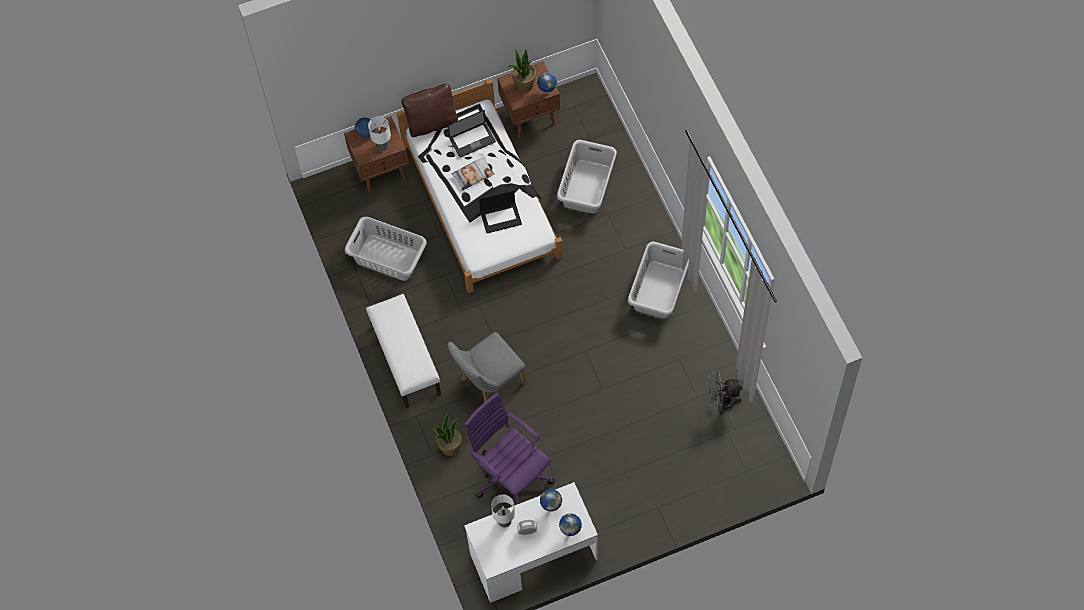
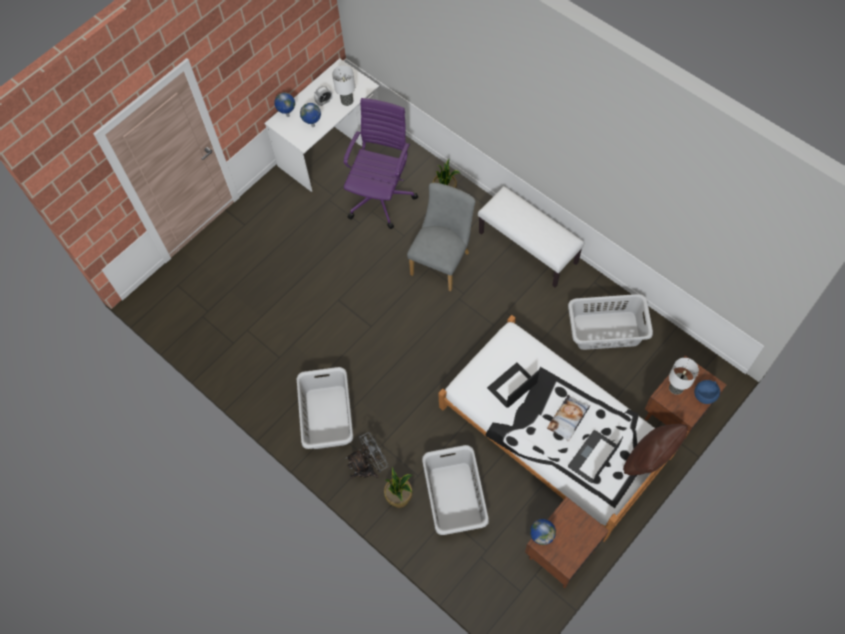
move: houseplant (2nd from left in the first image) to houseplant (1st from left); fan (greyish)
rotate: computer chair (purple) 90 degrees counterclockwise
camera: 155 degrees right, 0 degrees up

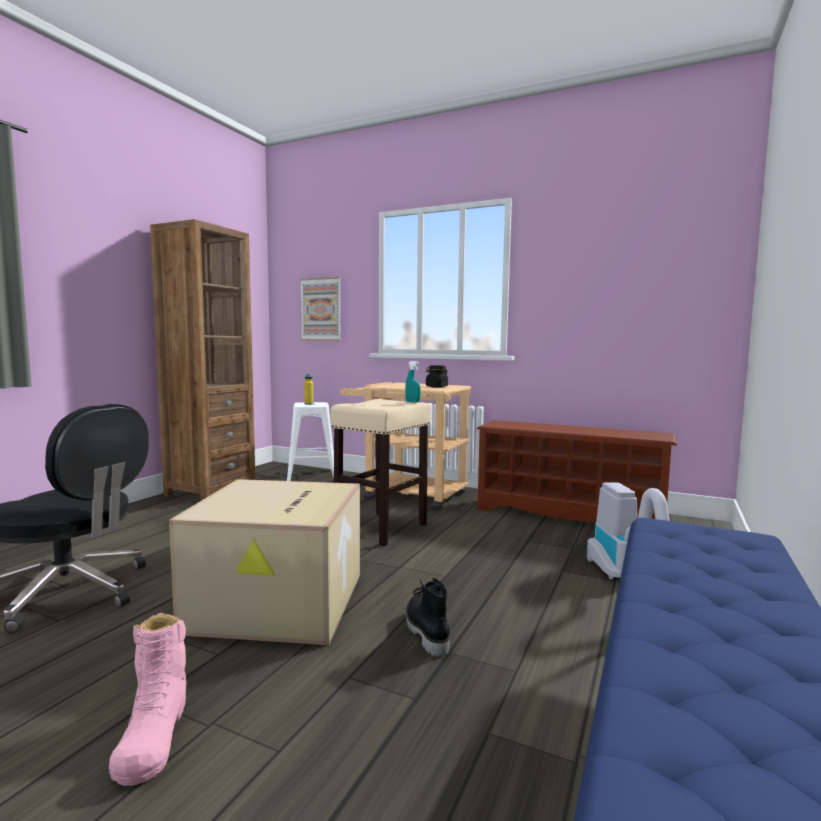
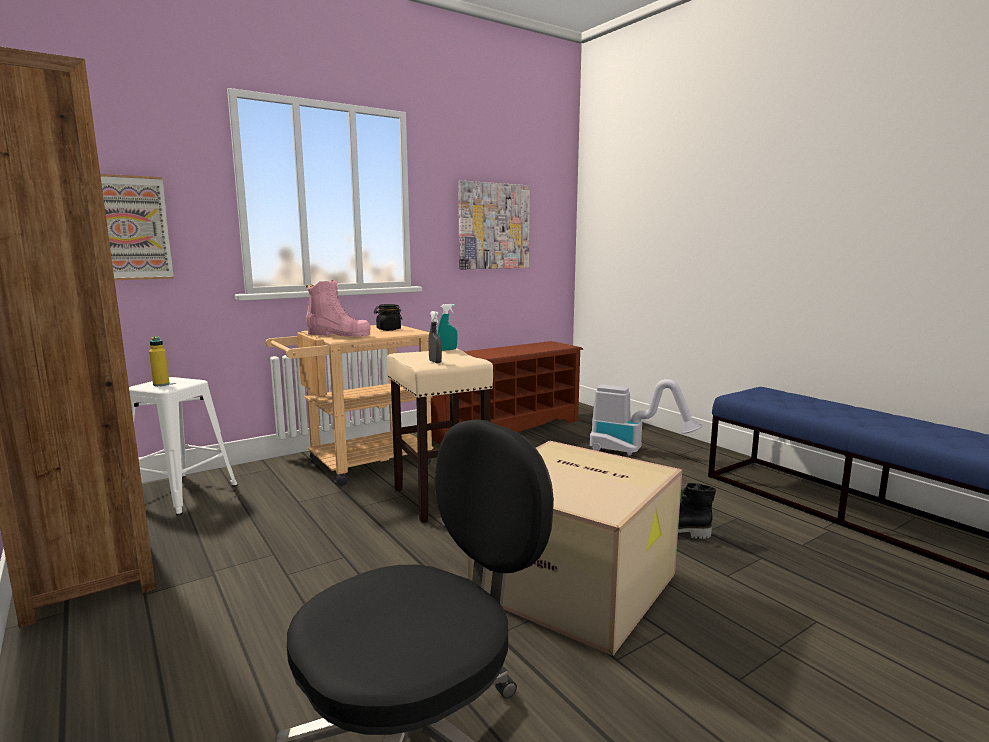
insert: picture (2nd from left); spray bottle (greyish)
move: high-top boot (pink)
camera: 60 degrees left, 5 degrees up

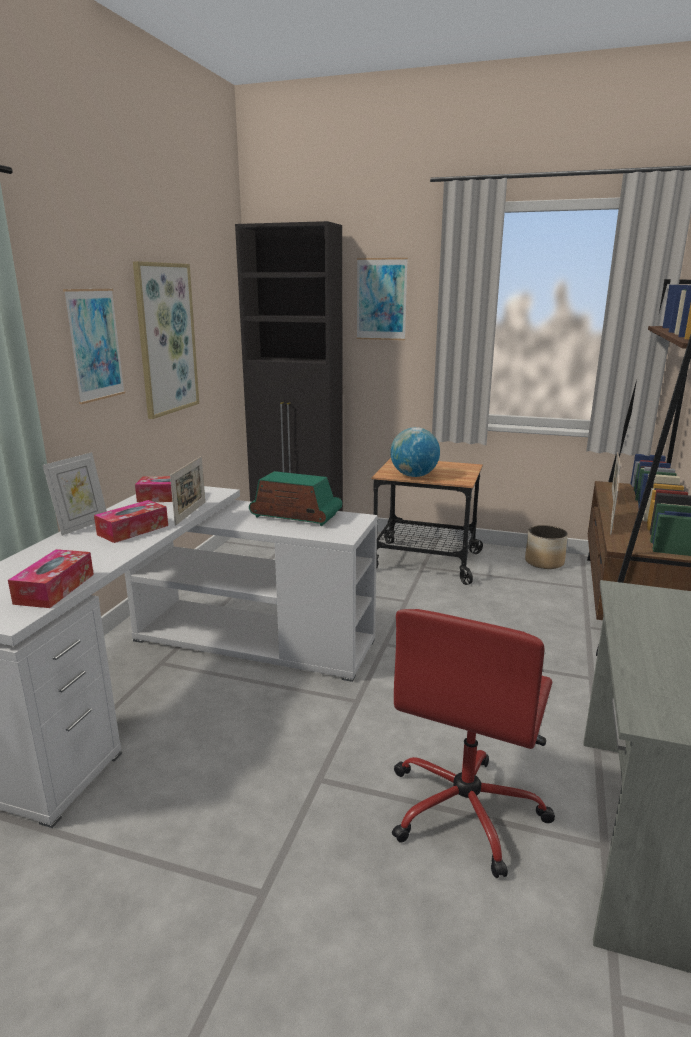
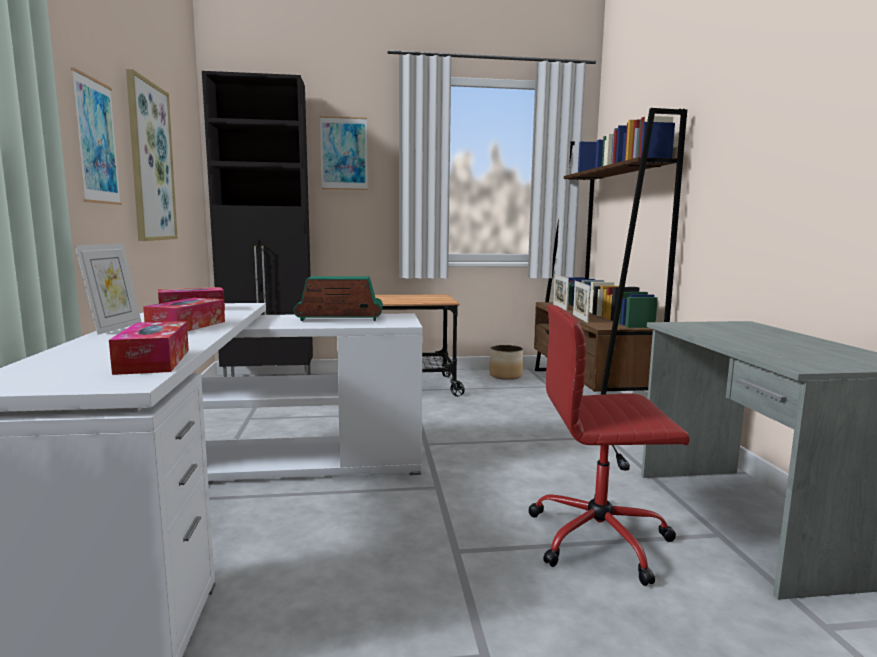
delete: world globe; picture frame (2nd from left)
rotate: computer chair (reddish) 90 degrees clockwise
camera: 25 degrees left, 10 degrees down

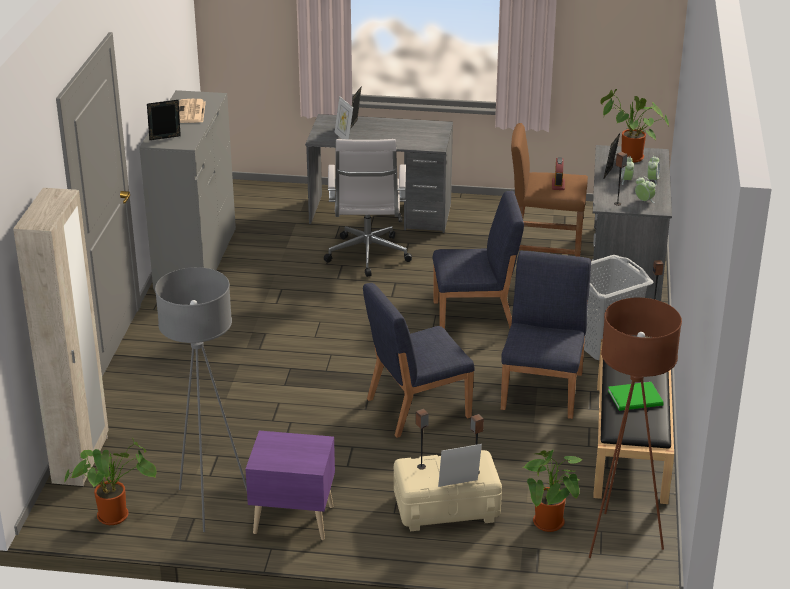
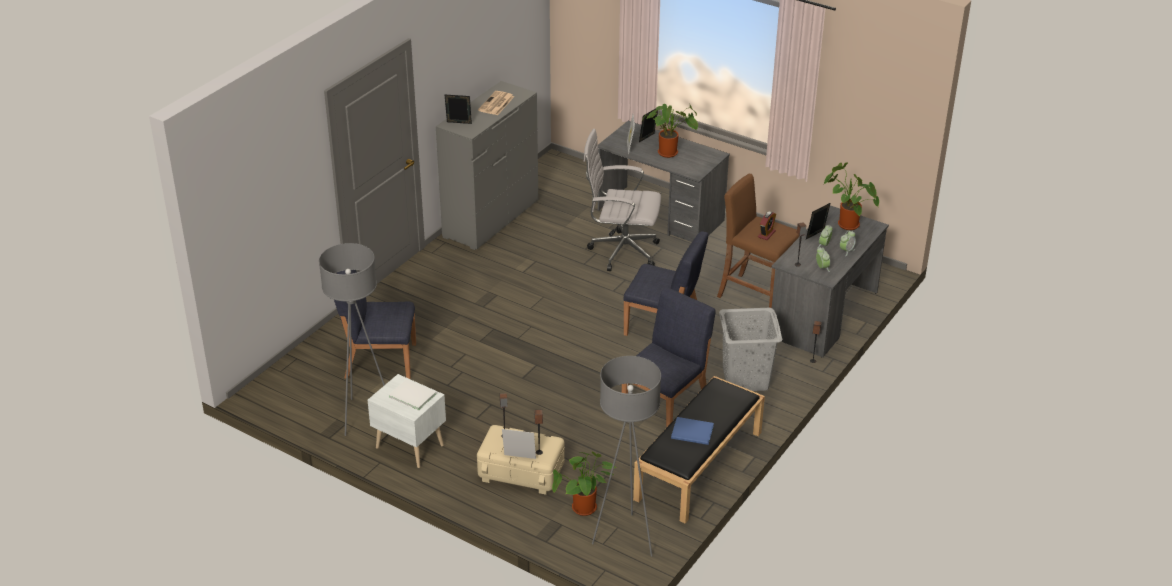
delete: clothes cupboard (beige)
insert: book (white)
move: upright chair (blue-coloured) (1st from left); houseplant (1st from left in the first image) to houseplant (2nd from left)
recolor: standard lamp (brown) to standard lamp (greyish) (2nd from left); book (green) to book (blue-coloured); night table (purple) to night table (white)
rotate: computer chair (white) 75 degrees clockwise
camera: 25 degrees right, 5 degrees up

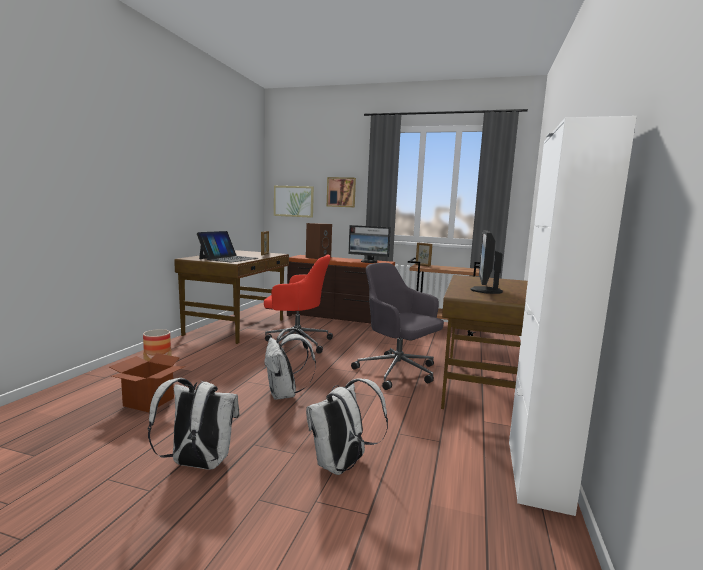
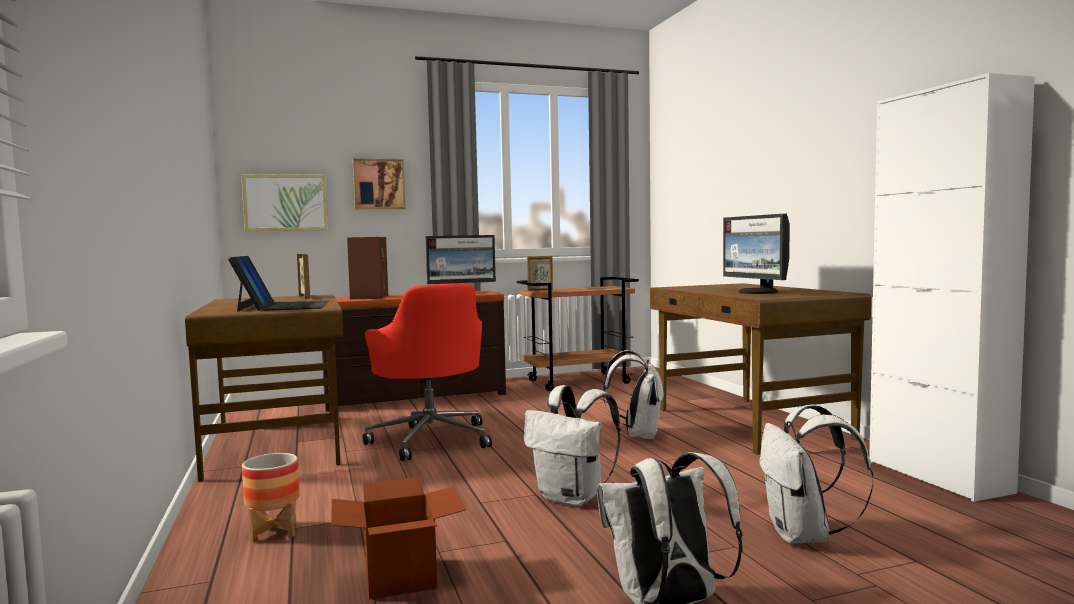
replace: computer chair (greyish) to rucksack (white) (2nd from left)
rotate: computer chair (reddish) 90 degrees clockwise
camera: 35 degrees left, 5 degrees down

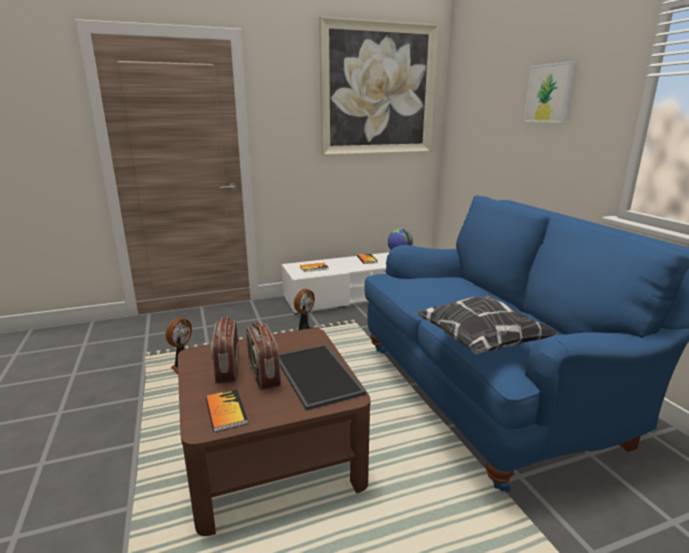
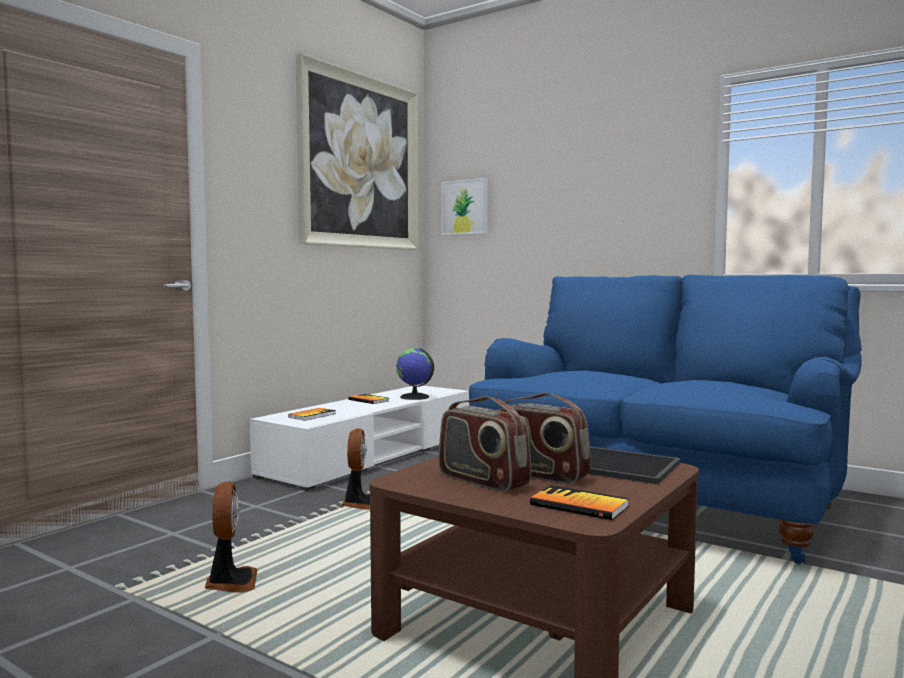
delete: throw pillow
move: picture (2nd from left)
camera: 35 degrees left, 15 degrees down

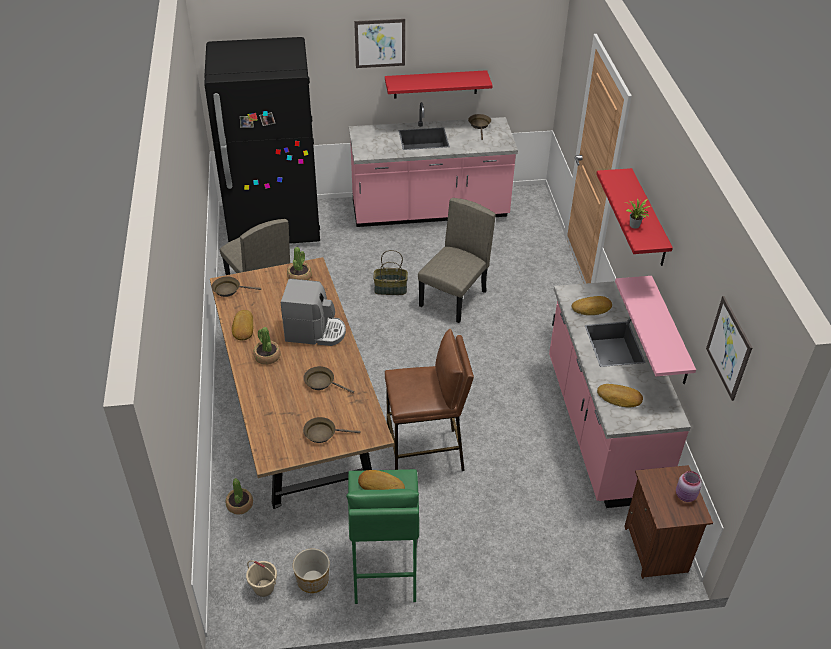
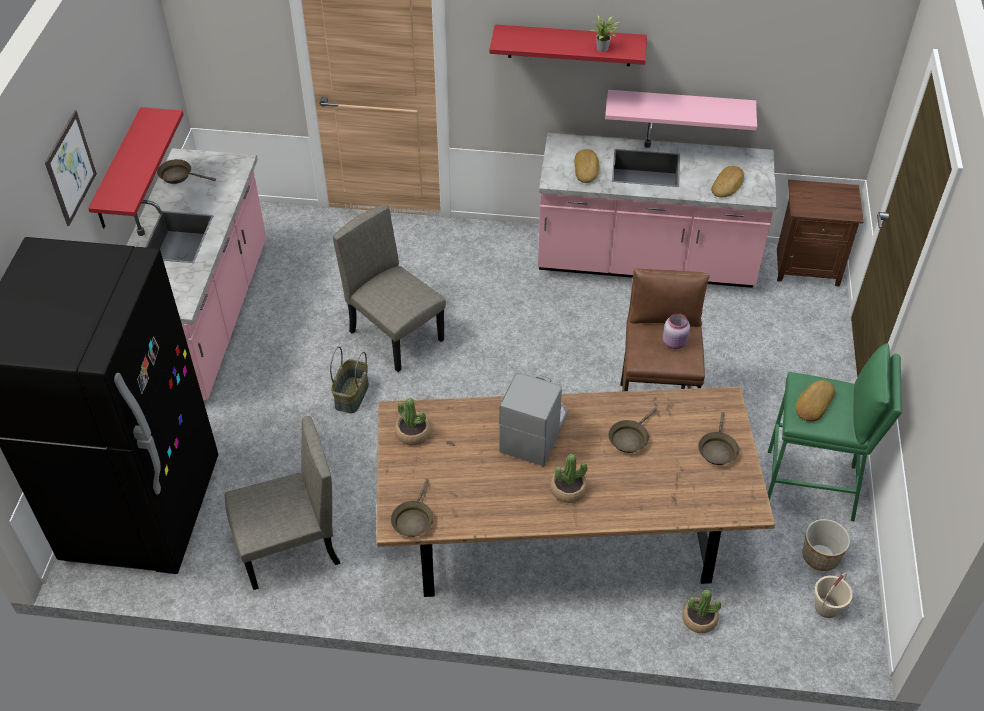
delete: picture (2nd from left); bread (1st from left)
move: preserve jar (pink)
camera: 75 degrees left, 5 degrees up

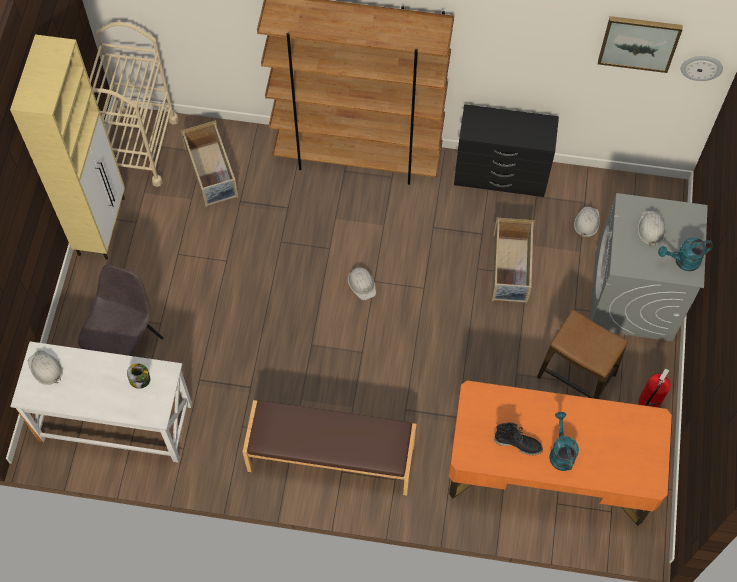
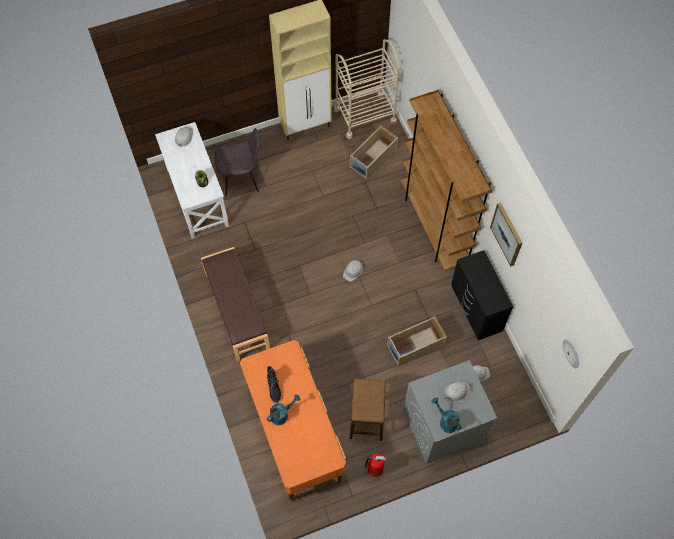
move: picture
camera: 60 degrees right, 0 degrees up

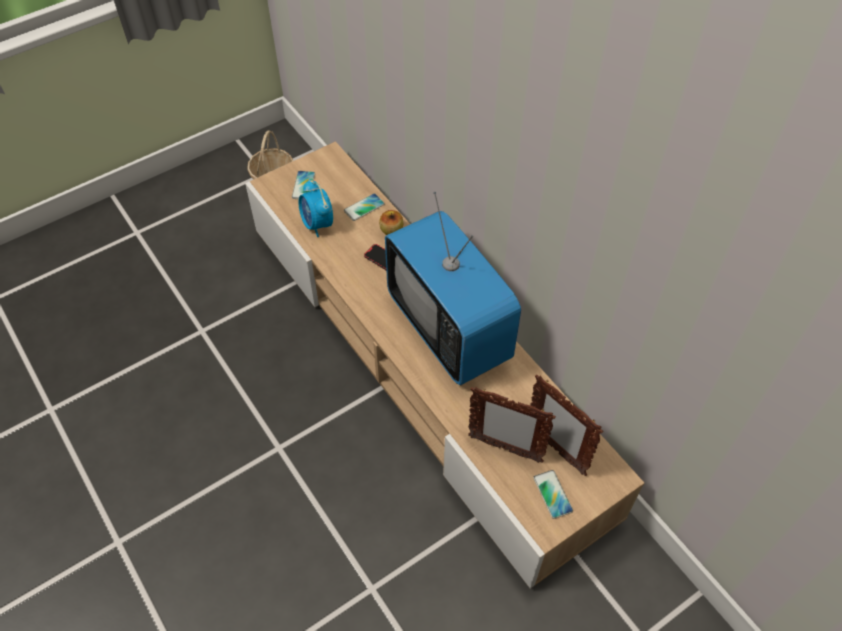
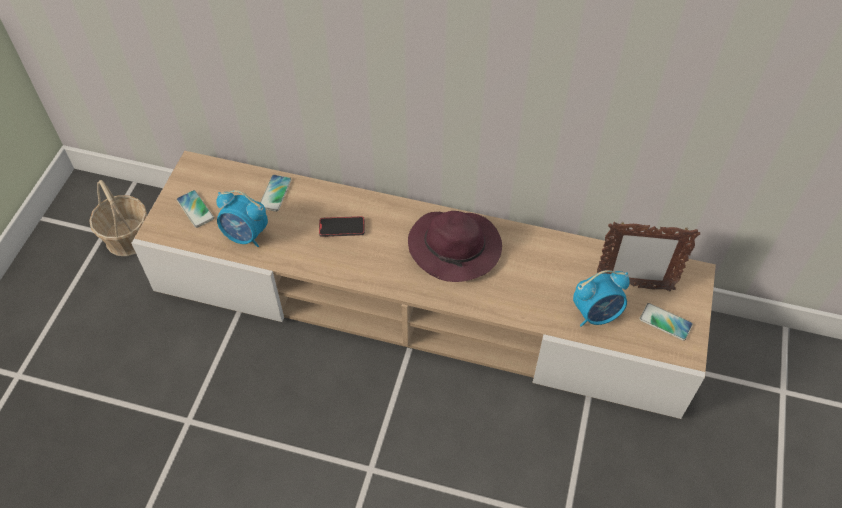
delete: apple
replace: television to hat (purple); picture frame (1st from left) to bedside clock (2nd from left)
camera: 40 degrees left, 0 degrees up

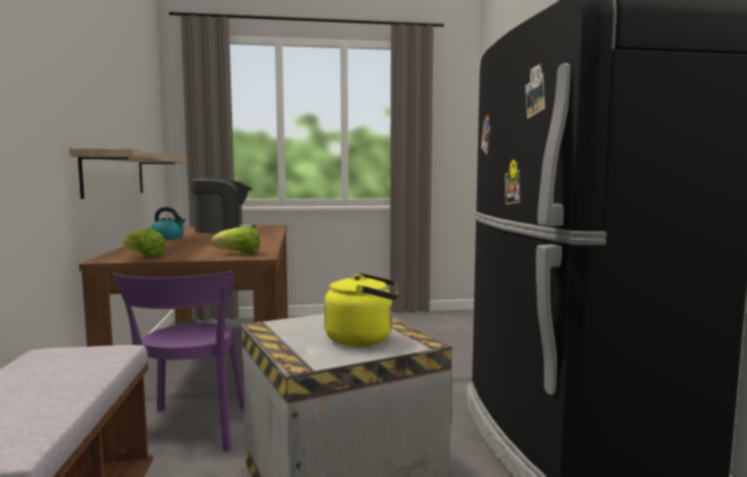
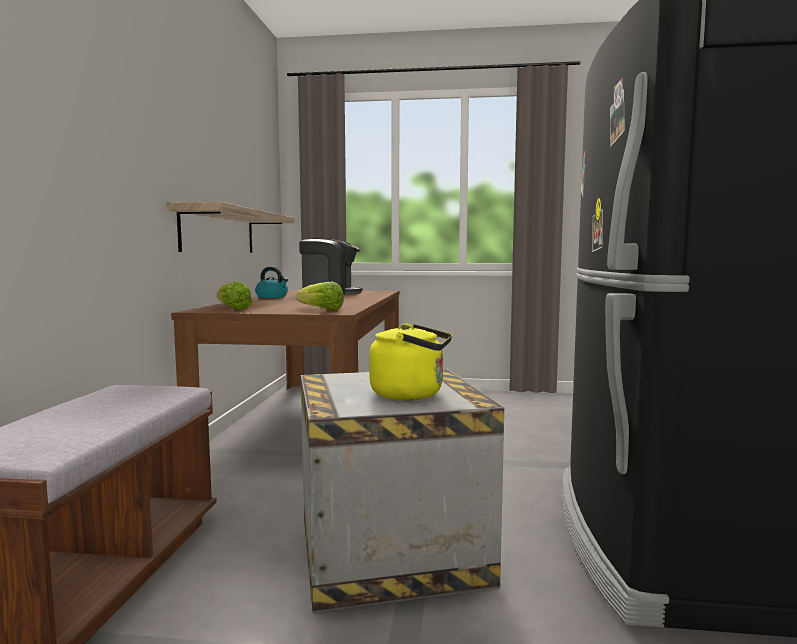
delete: upright chair (purple)
camera: 15 degrees right, 0 degrees up

